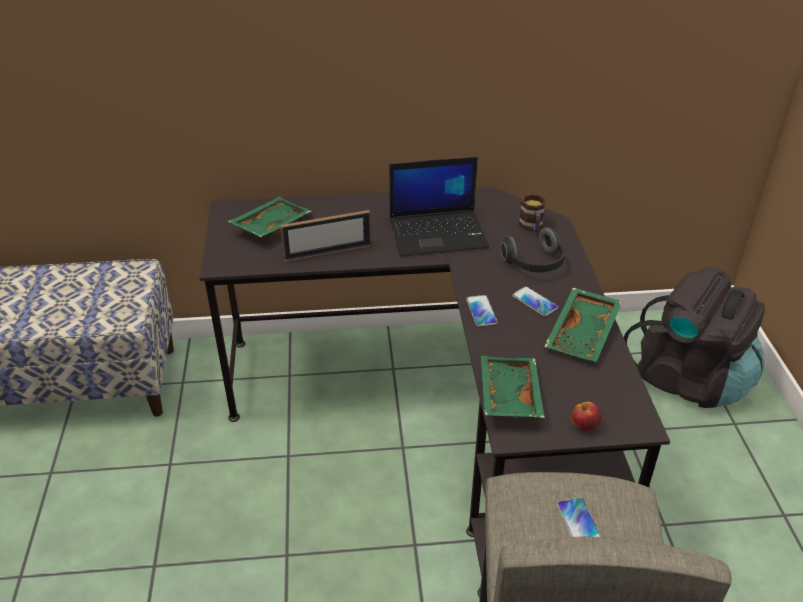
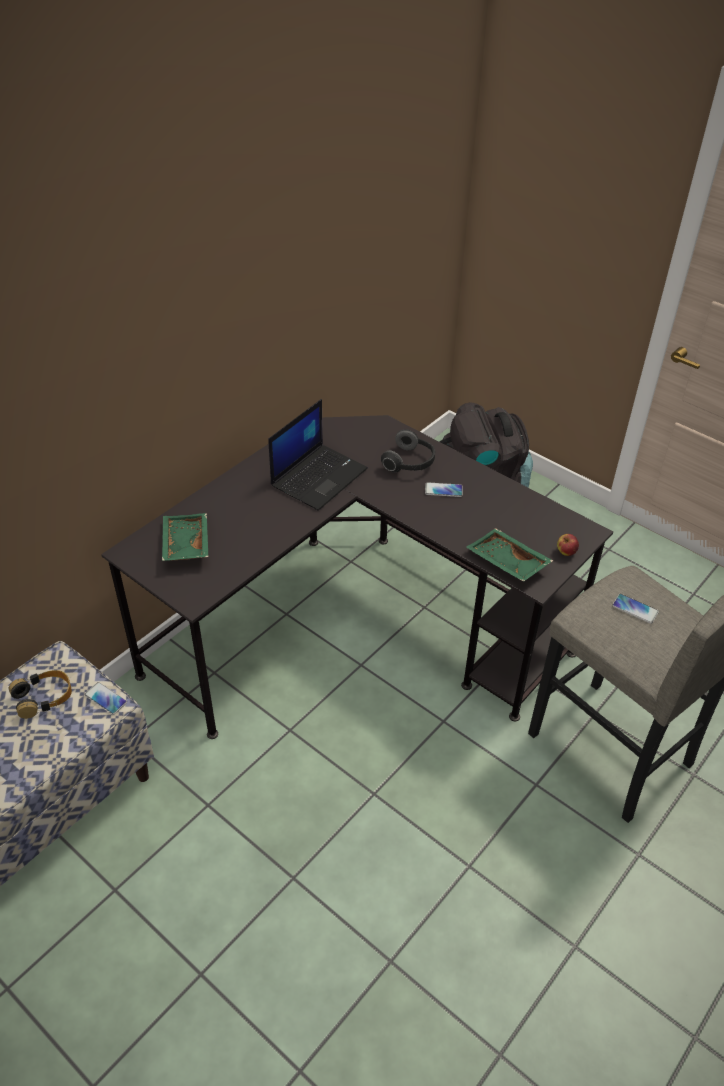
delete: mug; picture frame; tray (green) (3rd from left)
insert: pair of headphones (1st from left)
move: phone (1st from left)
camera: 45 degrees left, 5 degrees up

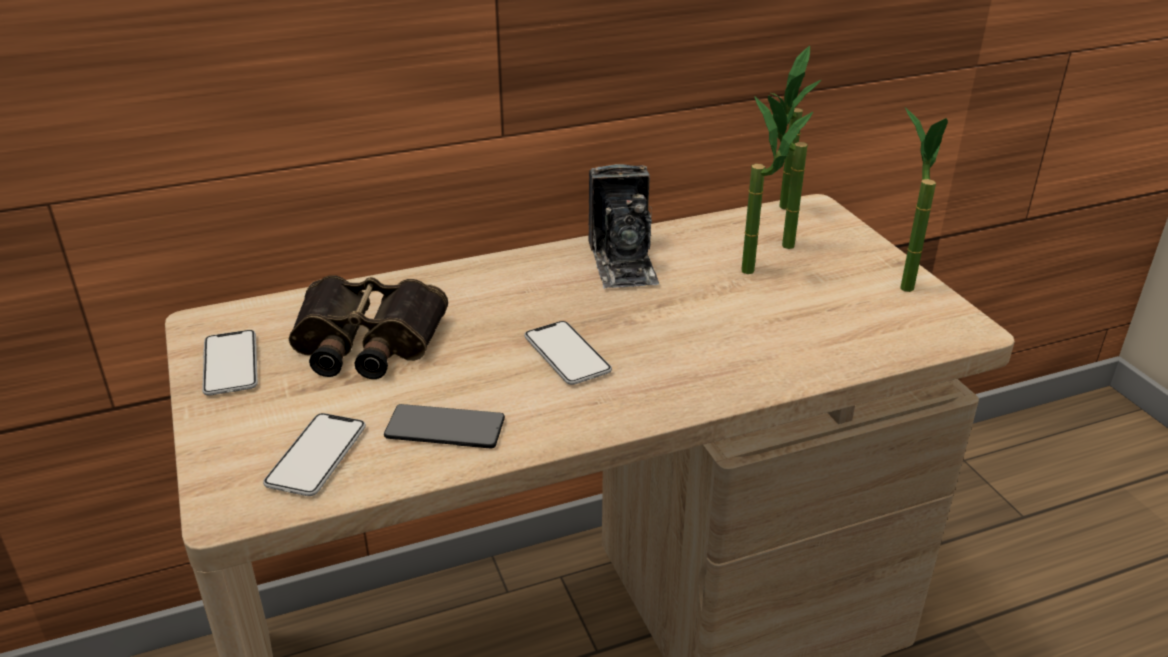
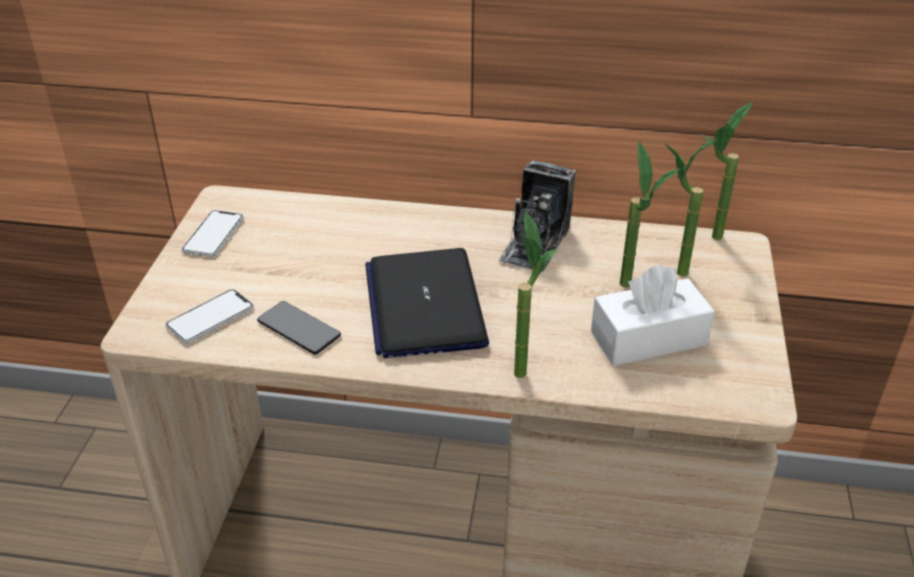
delete: pair of binoculars
insert: box of tissues (white)
move: houseplant (4th from left in the first image) to houseplant (1st from left)
replace: phone (4th from left) to laptop
camera: 30 degrees right, 5 degrees up

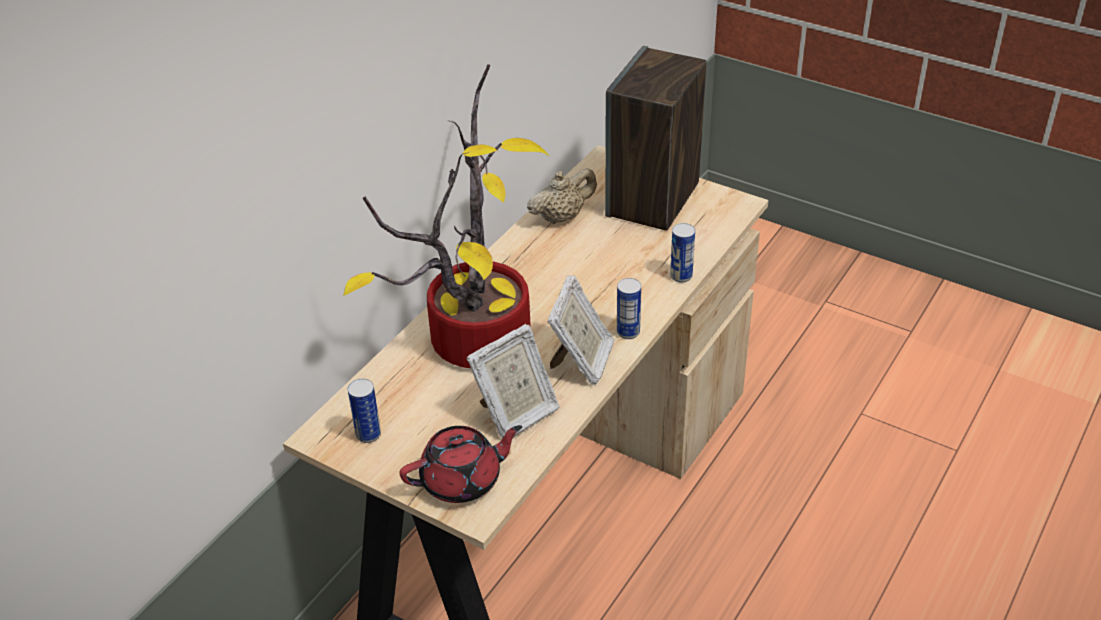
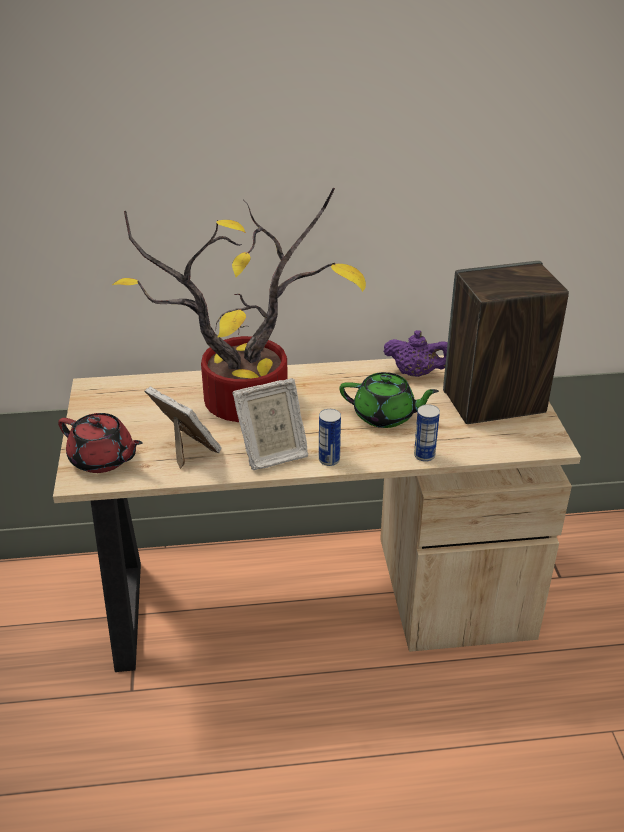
delete: metal can (1st from left)
insert: tea pot (green)
recolor: tea pot (beige) to tea pot (purple)
rotate: picture frame (1st from left) 150 degrees counterclockwise
camera: 50 degrees right, 5 degrees down

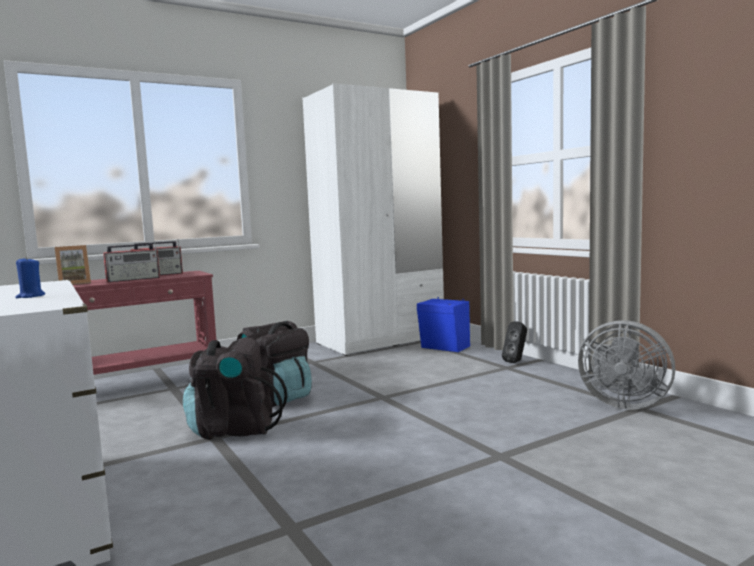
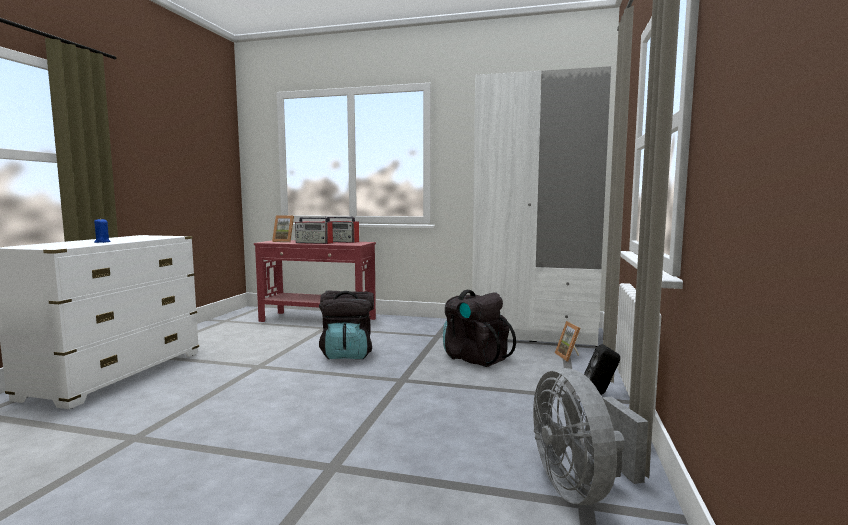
move: rucksack (black-coloured) (1st from left in the first image) to rucksack (black-coloured) (2nd from left)
replace: speaker (blue-coloured) to picture frame (2nd from left)
camera: 45 degrees right, 0 degrees up

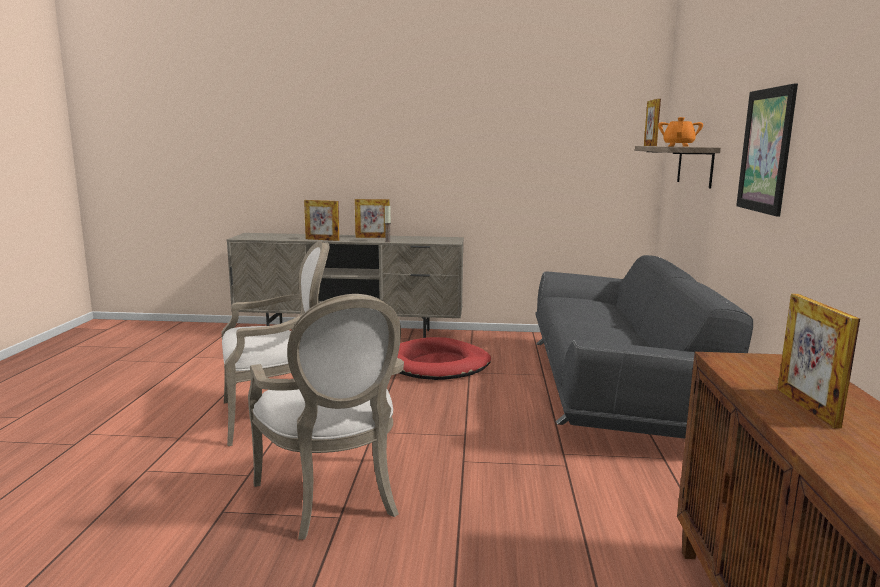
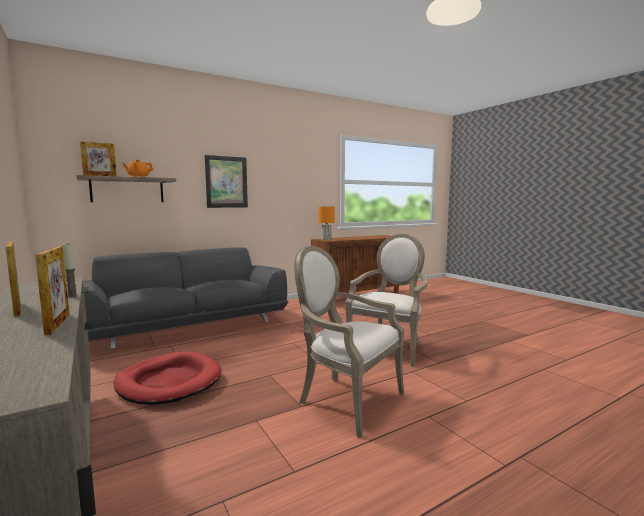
delete: picture frame (4th from left)
insert: tabletop lamp (orange-coloured)
camera: 125 degrees left, 5 degrees down

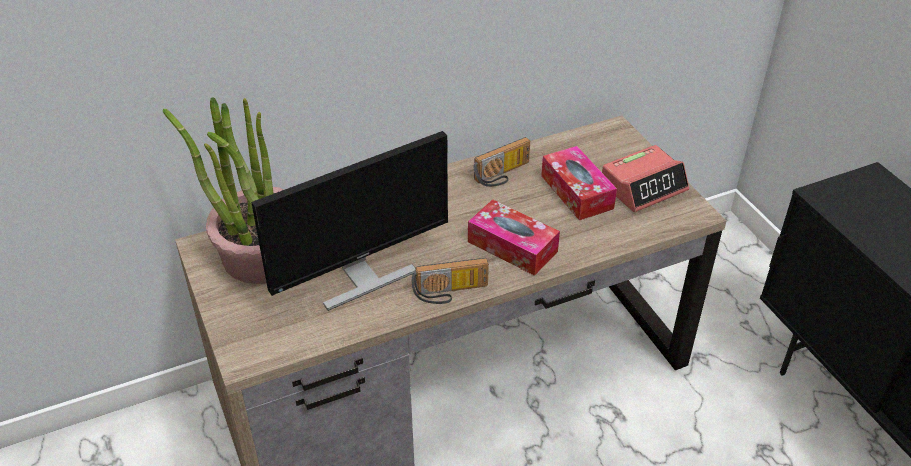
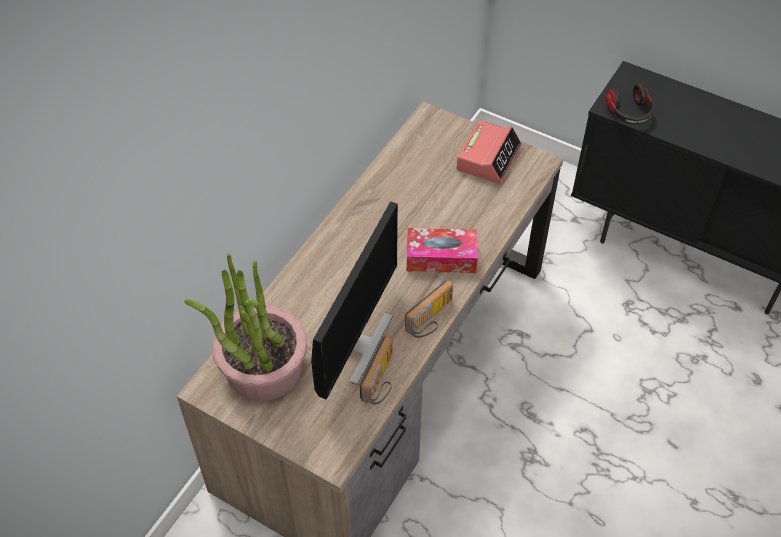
delete: box of tissues (2nd from left)
insert: pair of headphones
move: radio set (2nd from left in the first image) to radio set (1st from left)
camera: 35 degrees left, 10 degrees up

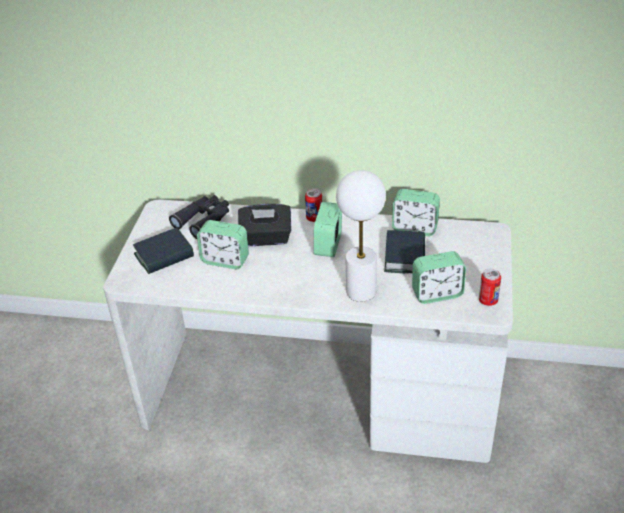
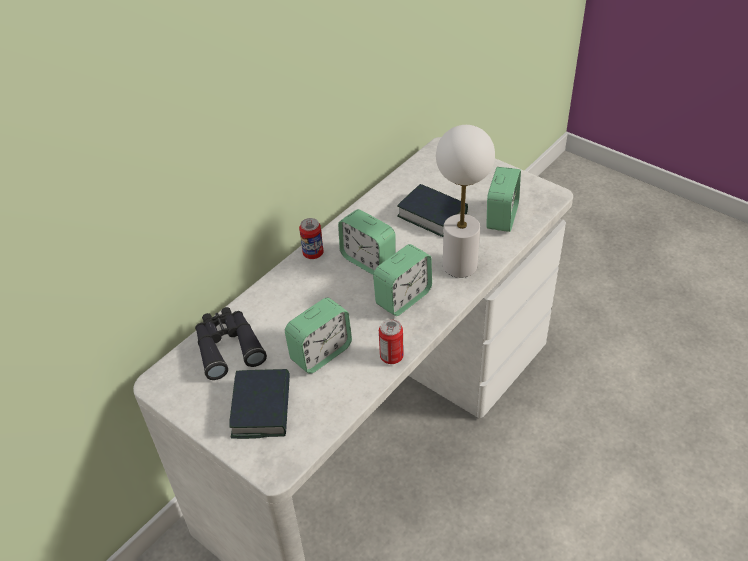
delete: box of tissues (black-coloured)
move: bedside clock (3rd from left); metal can (2nd from left)
camera: 60 degrees left, 5 degrees up

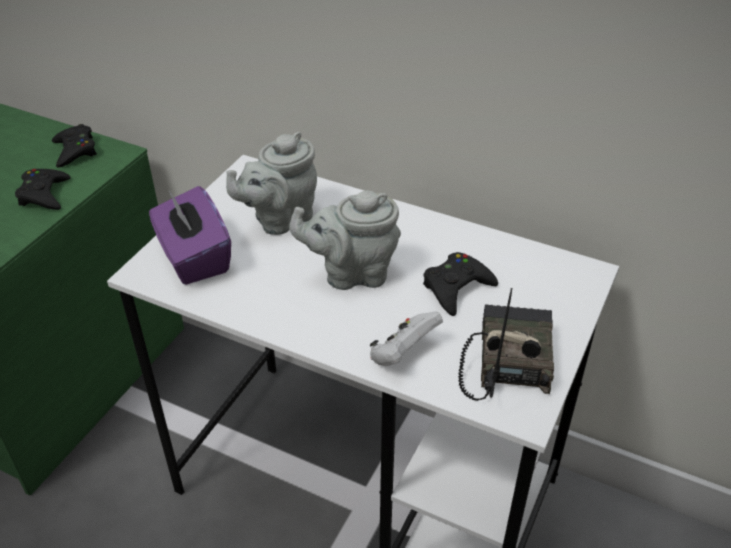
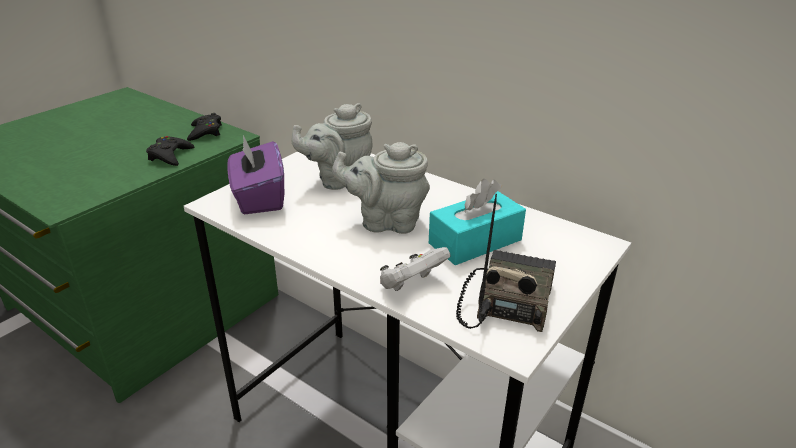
replace: joypad (black-coloured) (3rd from left) to box of tissues (turquoise-coloured)
camera: 10 degrees right, 10 degrees down

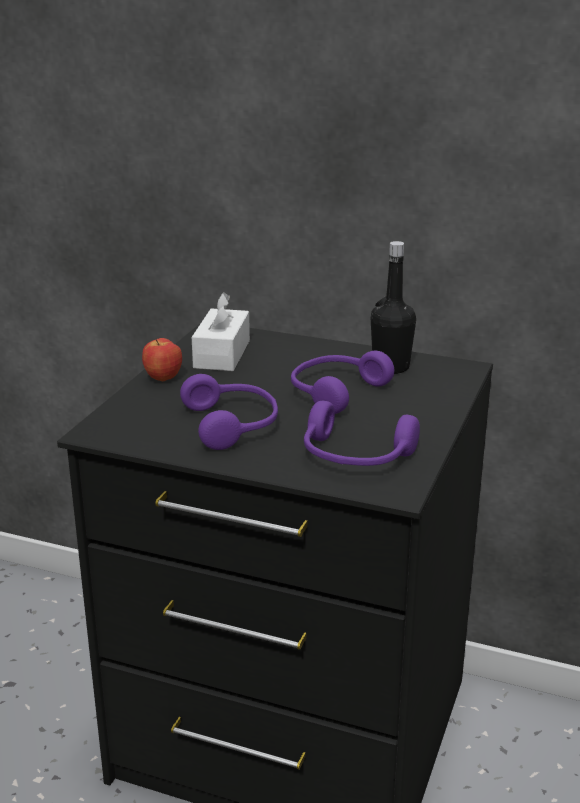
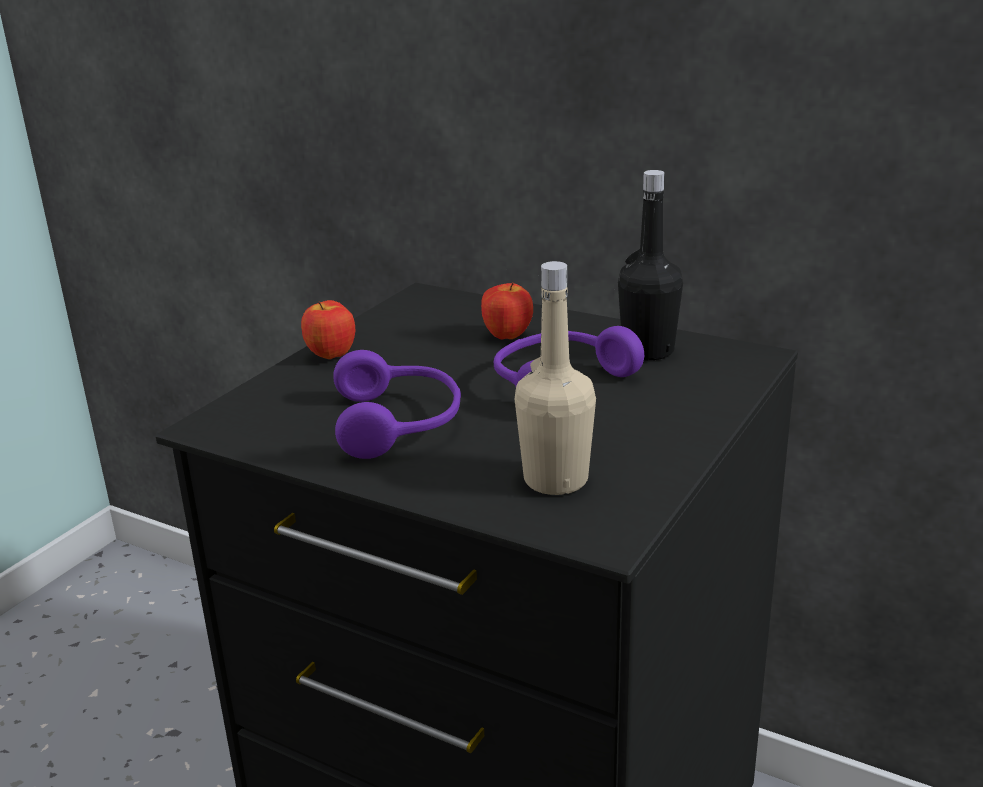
delete: box of tissues (white)
insert: apple (2nd from left)
replace: pair of headphones (purple) (3rd from left) to beverage bottle (beige)
camera: 10 degrees right, 0 degrees up

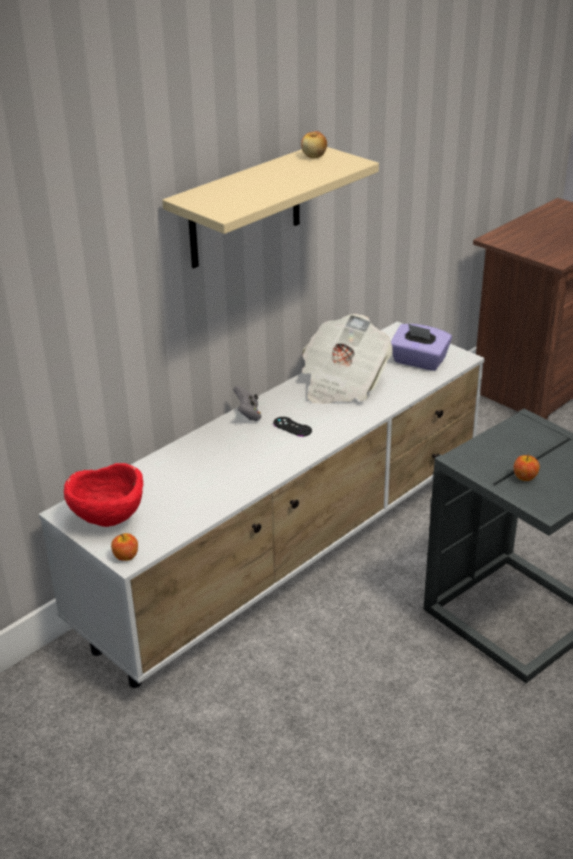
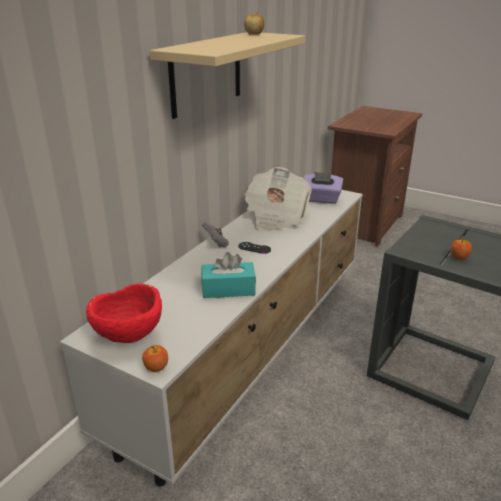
insert: box of tissues (turquoise-coloured)
camera: 15 degrees left, 5 degrees down

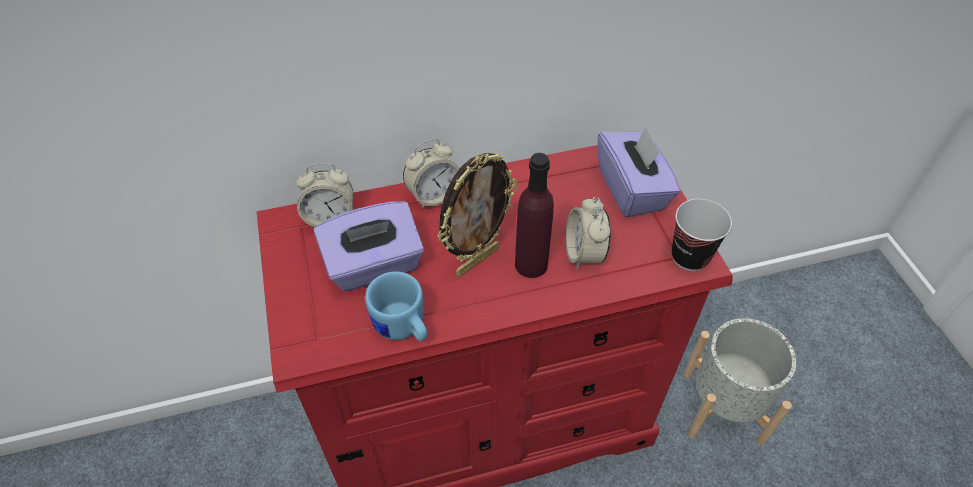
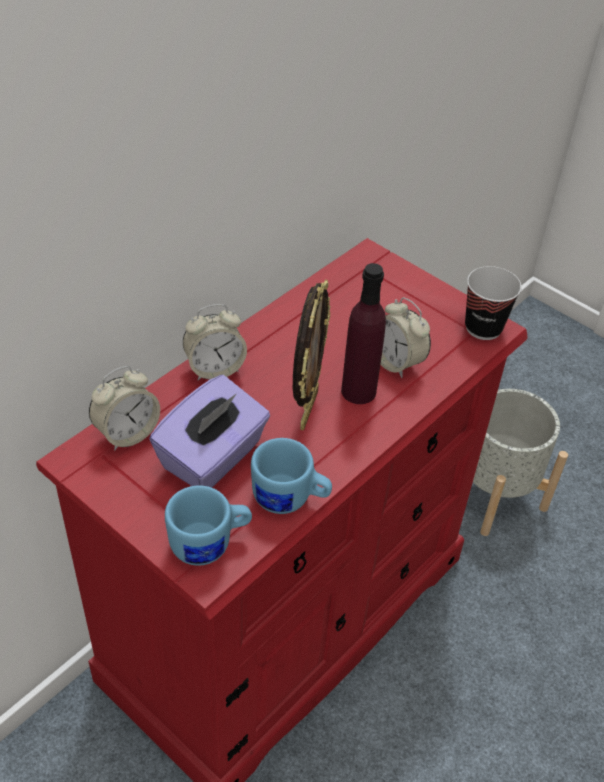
delete: box of tissues (purple) (2nd from left)
insert: mug (blue-coloured) (1st from left)
rotate: bedside clock (2nd from left) 45 degrees clockwise
camera: 35 degrees left, 5 degrees down

